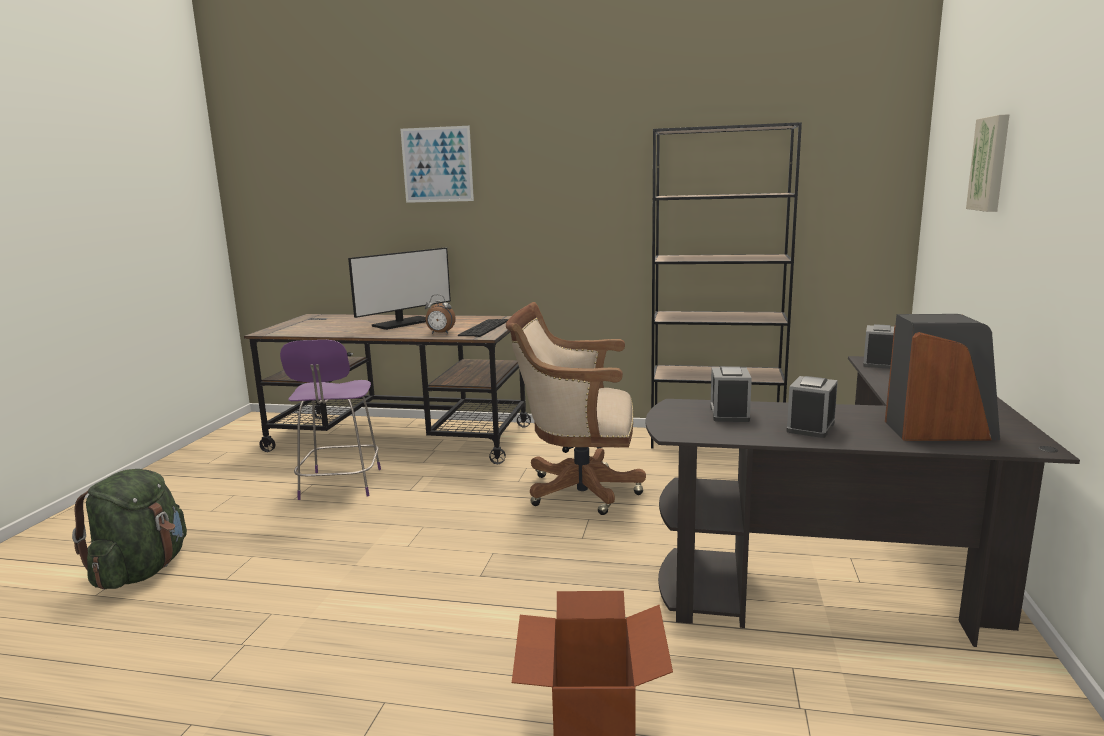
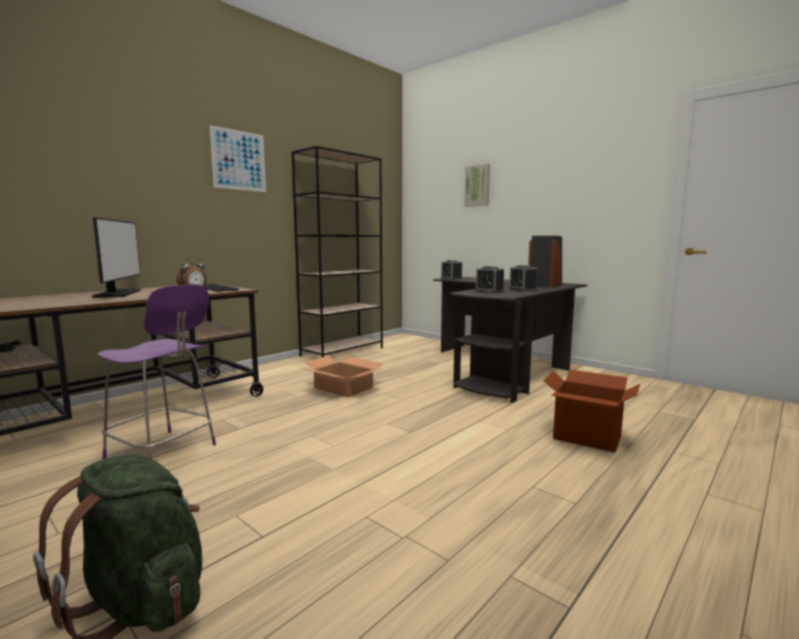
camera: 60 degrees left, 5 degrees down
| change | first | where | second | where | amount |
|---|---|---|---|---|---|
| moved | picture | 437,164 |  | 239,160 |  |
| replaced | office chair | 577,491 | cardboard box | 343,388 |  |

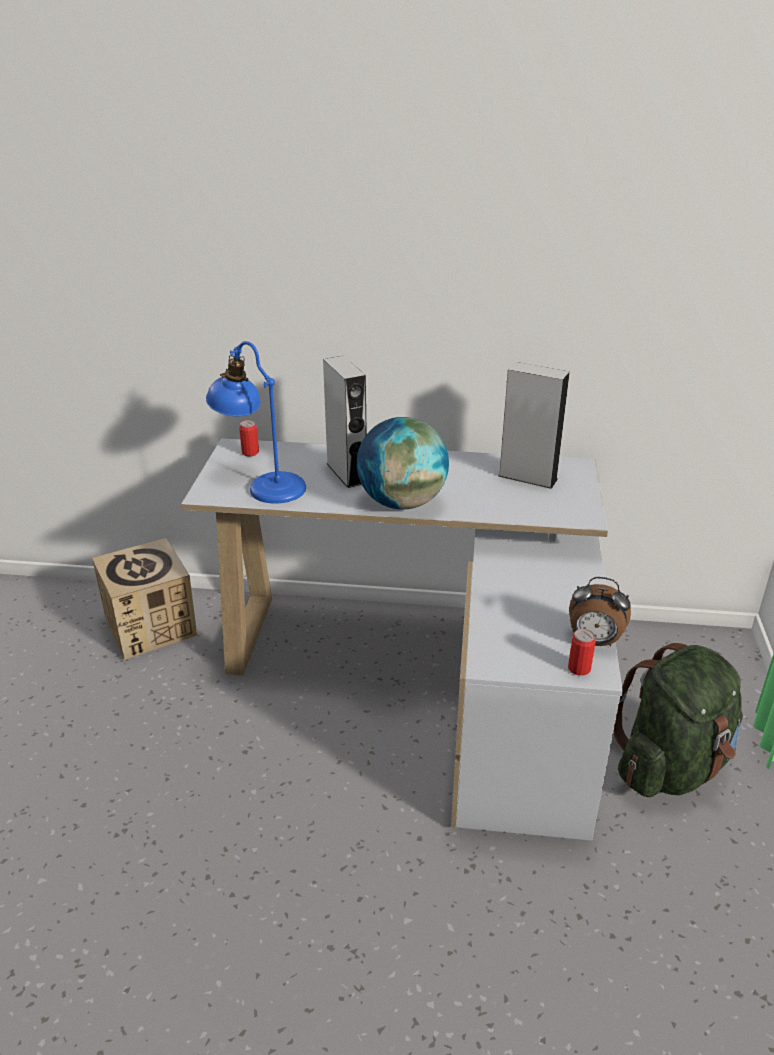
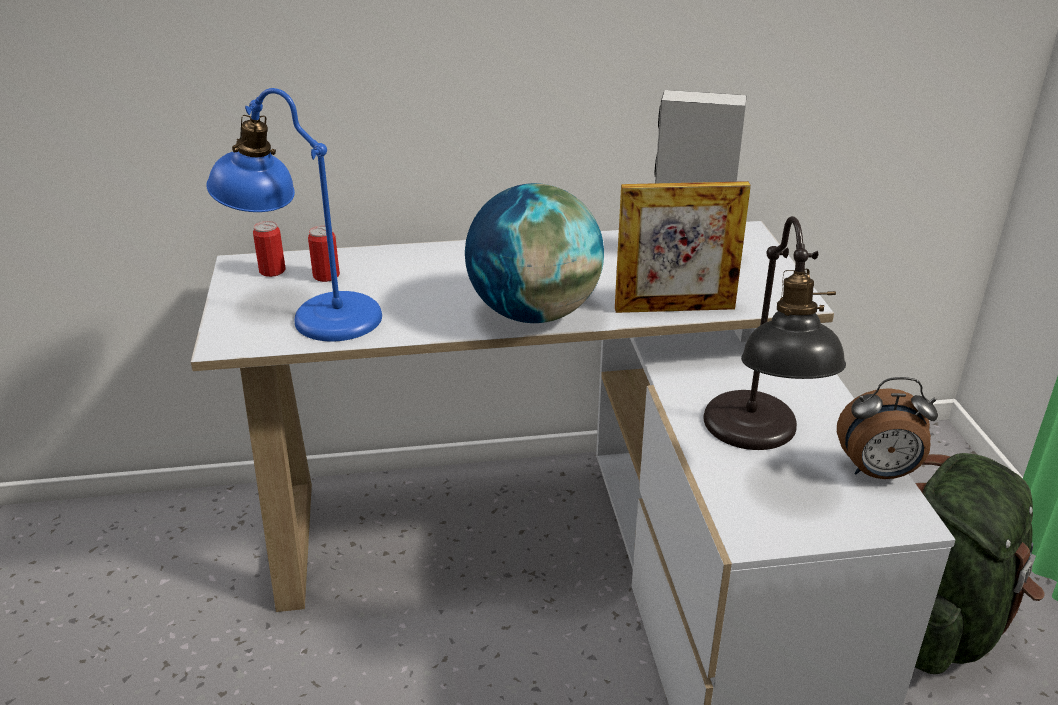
camera: 15 degrees left, 0 degrees up
| change | first | where | second | where | amount |
|---|---|---|---|---|---|
| removed | speaker/grey | 346,473 |  |  |  |
| removed | cardboard box | 151,626 |  |  |  |
| moved | can | 579,668 |  | 326,276 |  |
| added |  |  | picture frame | 674,308 |  |
| added |  |  | table lamp/grey | 761,447 |  |

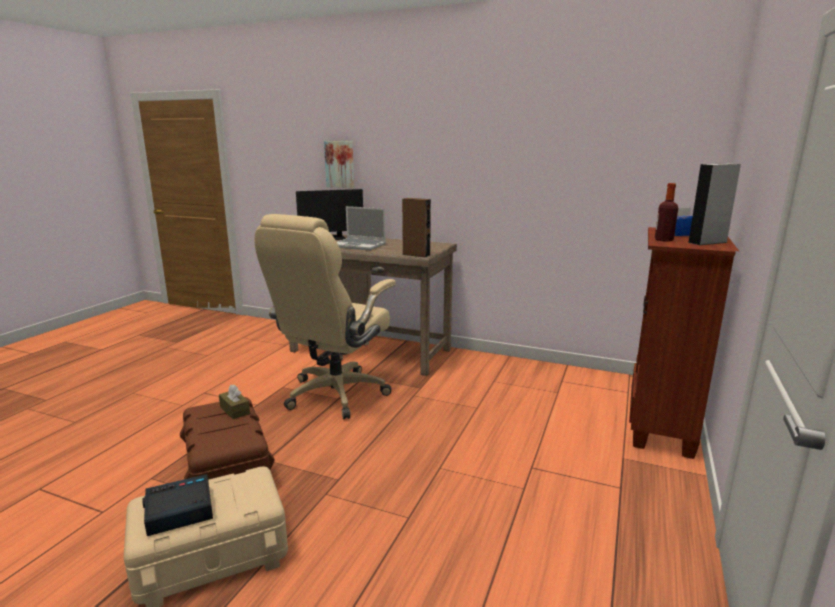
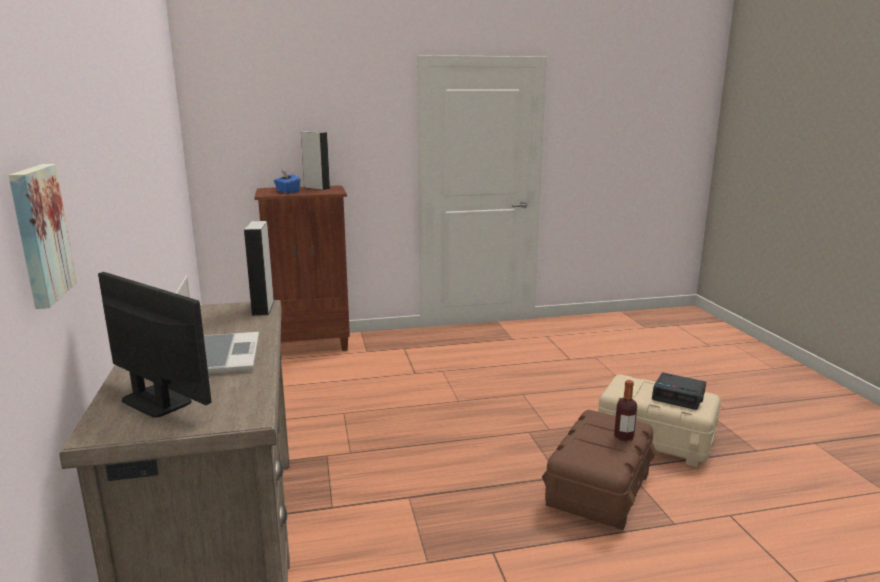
camera: 125 degrees left, 0 degrees up
| change | first | where | second | where | amount |
|---|---|---|---|---|---|
| moved | bottle | 663,240 |  | 623,437 |  |
| recoloured | speaker/brown | 416,255 | speaker/grey | 263,308 |  |
| removed | office chair/beige | 335,395 |  |  |  |
| removed | tissue box/brown | 235,410 |  |  |  |

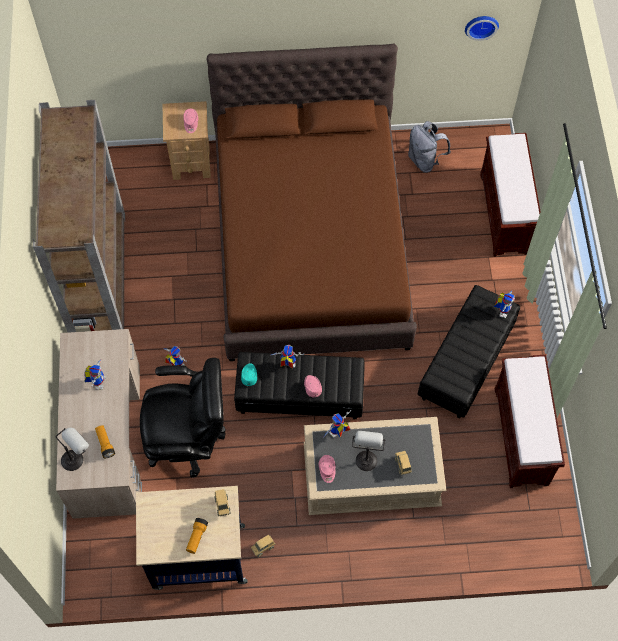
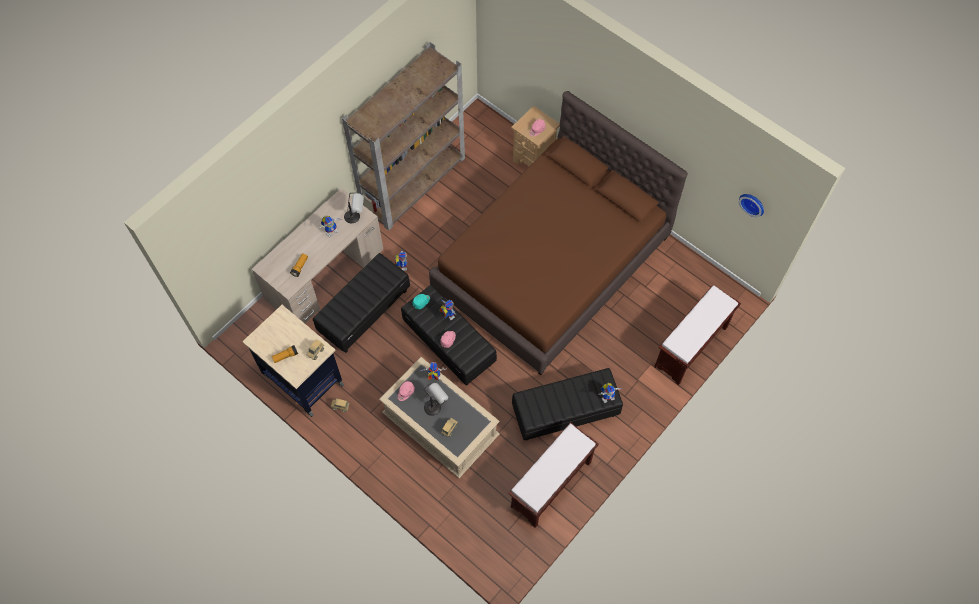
camera: 45 degrees right, 0 degrees up
| change | first | where | second | where | amount |
|---|---|---|---|---|---|
| removed | backpack/grey | 425,160 |  |  |  |
| replaced | office chair/black | 189,440 | ottoman/black | 365,313 |  |
| moved | table lamp | 75,456 |  | 355,216 |  |

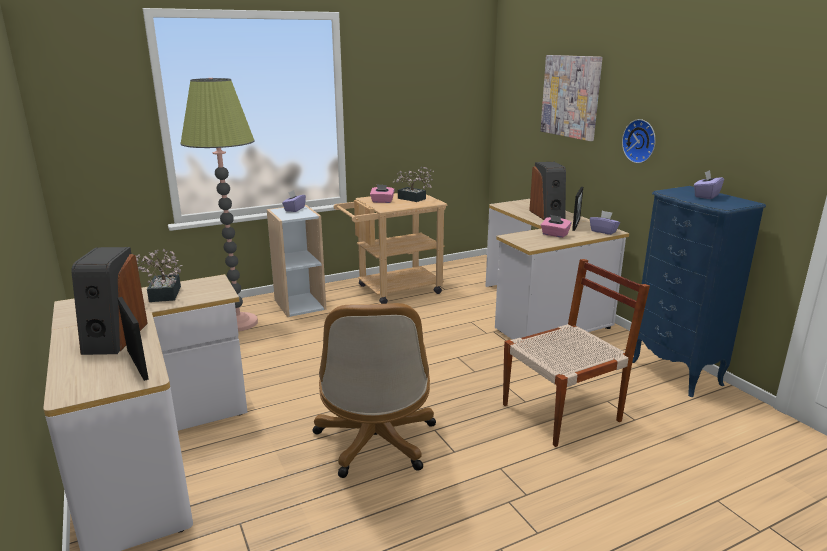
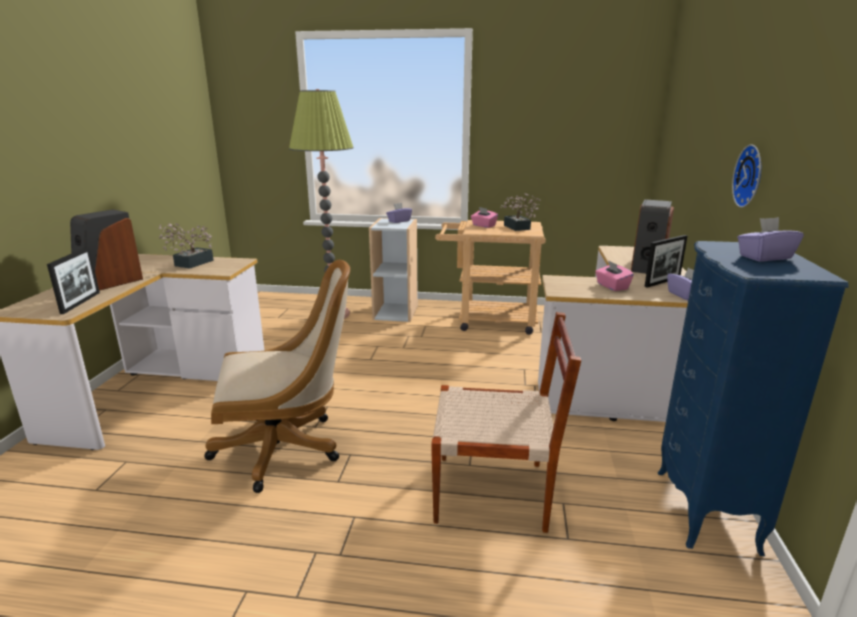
camera: 35 degrees right, 0 degrees up
| change | first | where | second | where | amount |
|---|---|---|---|---|---|
| removed | picture | 571,96 |  |  |  |
| turned | office chair | 376,446 |  | 287,447 | 135 degrees counterclockwise |

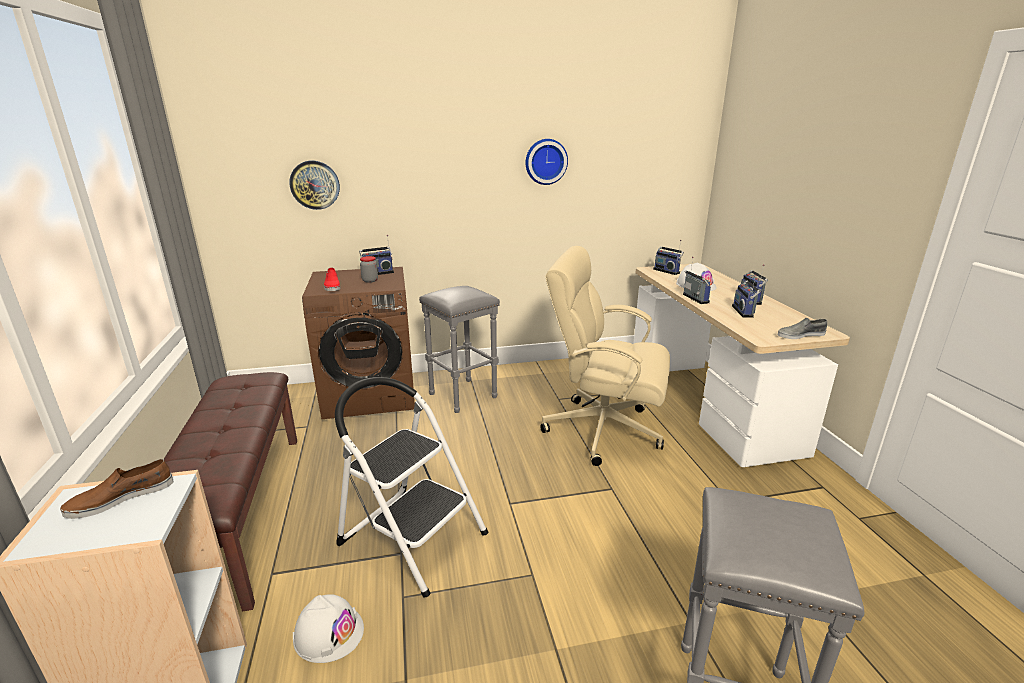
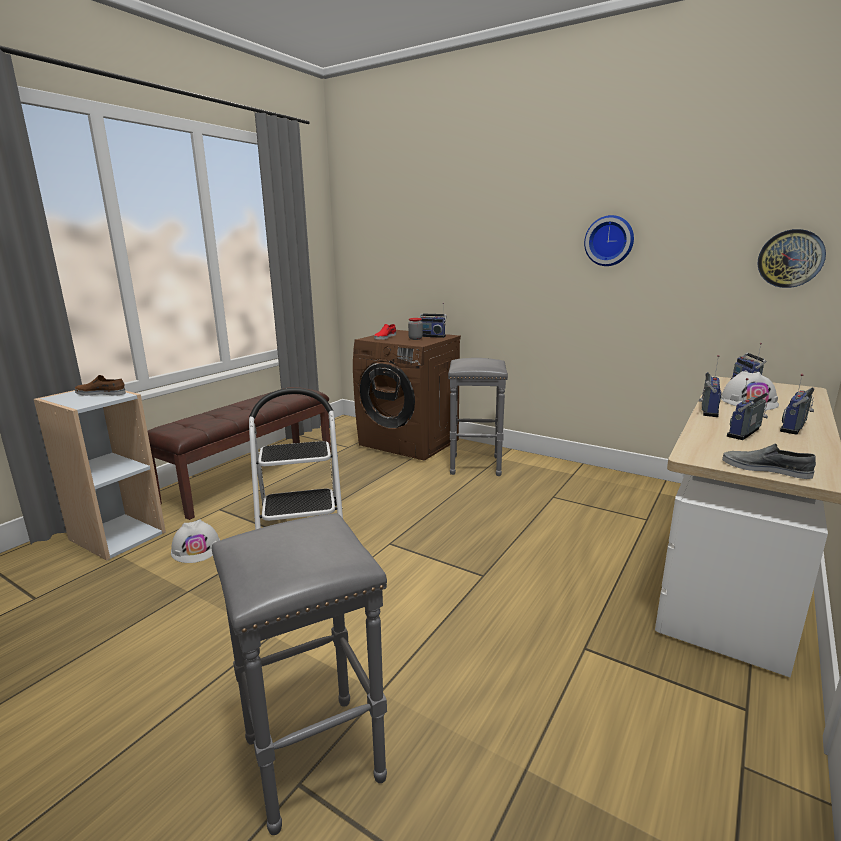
camera: 45 degrees right, 5 degrees down
| change | first | where | second | where | amount |
|---|---|---|---|---|---|
| moved | wall clock | 315,185 |  | 790,258 |  |
| removed | office chair/beige | 603,430 |  |  |  |

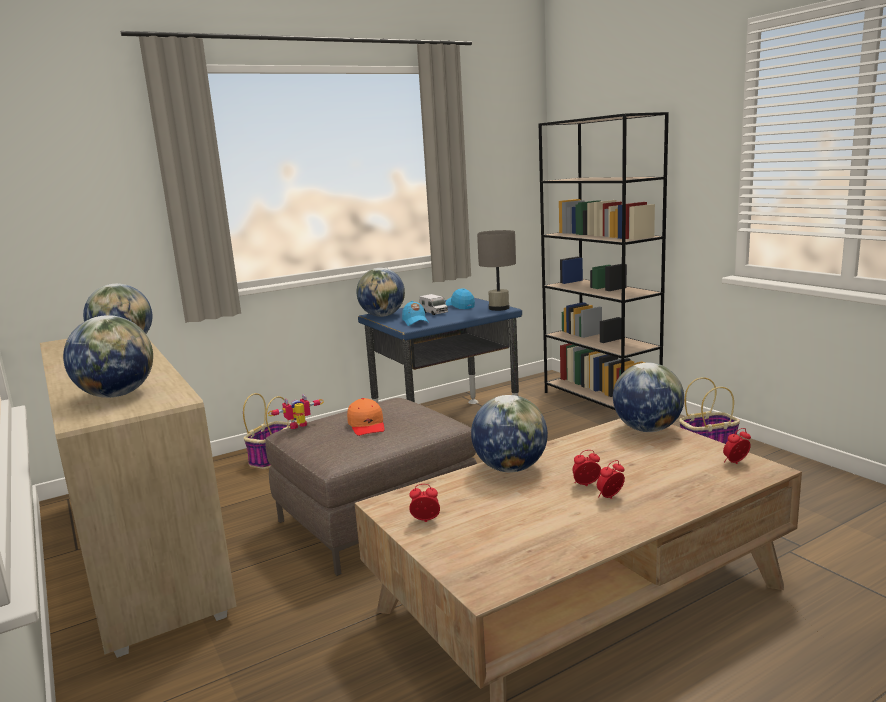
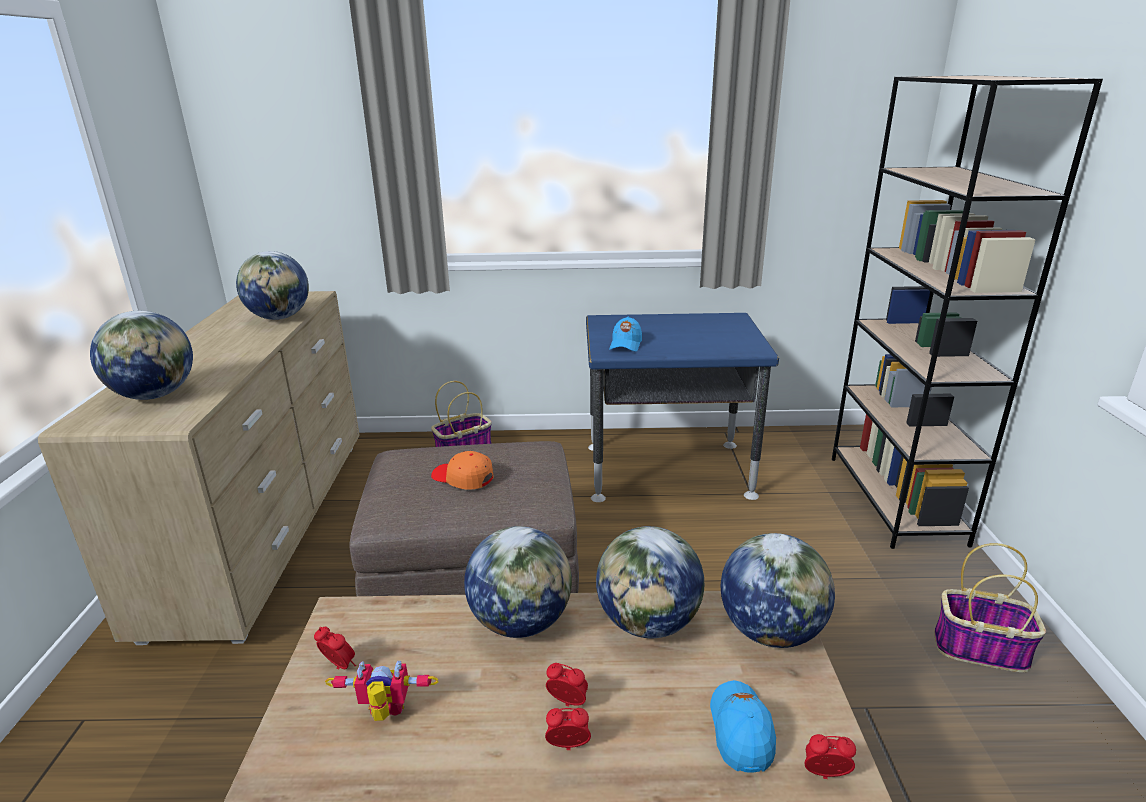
camera: 30 degrees right, 10 degrees up
| change | first | where | second | where | amount |
|---|---|---|---|---|---|
| removed | table lamp/grey | 498,308 |  |  |  |
| moved | globe | 383,316 |  | 648,623 |  |
| moved | cap/blue | 460,306 |  | 741,731 |  |
| removed | toy truck | 434,312 |  |  |  |
| moved | toy robot | 299,427 |  | 385,714 |  |
| turned | cap/orange | 367,425 |  | 463,478 | 105 degrees clockwise |

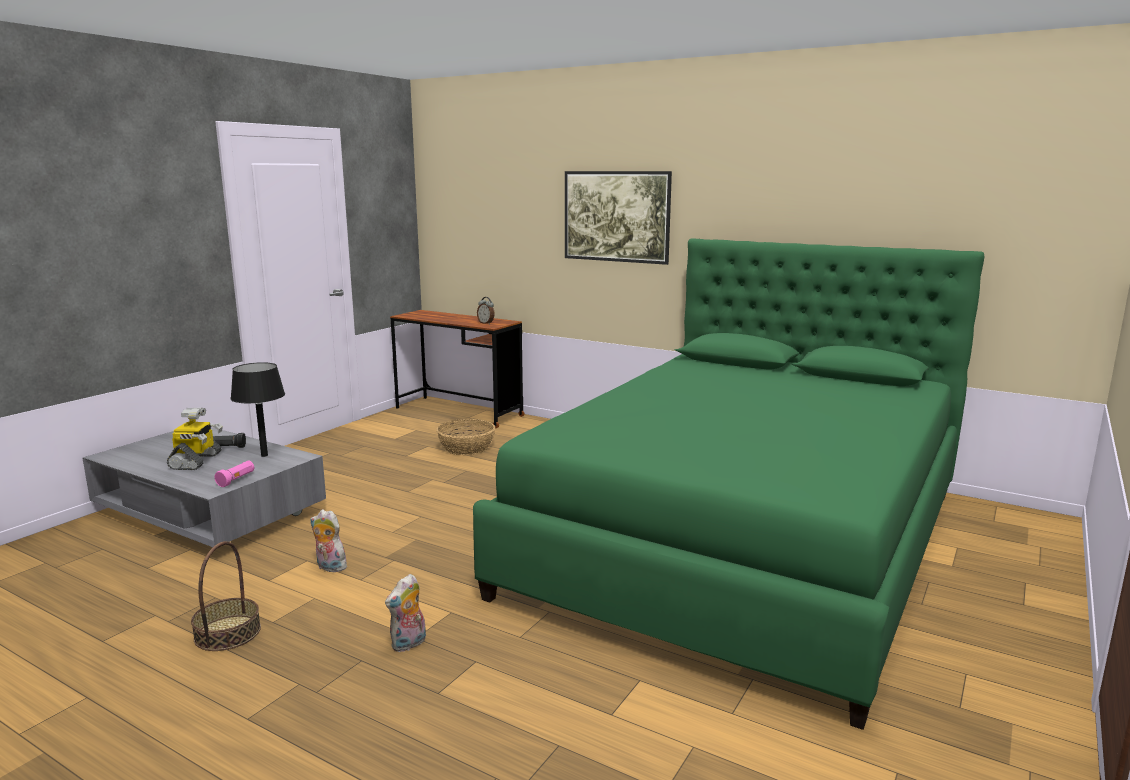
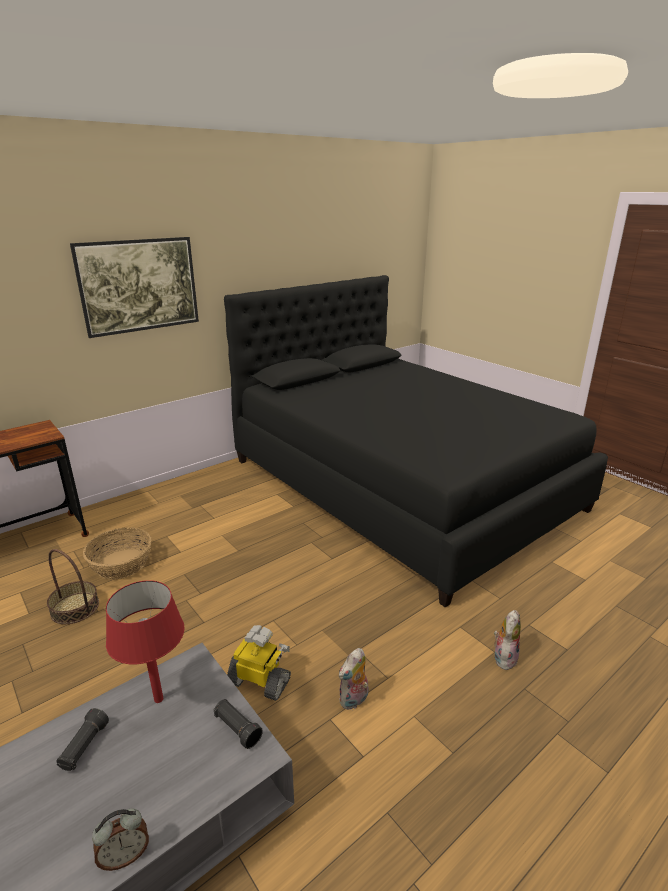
camera: 70 degrees left, 10 degrees up
| change | first | where | second | where | amount |
|---|---|---|---|---|---|
| recoloured | bed/green | 746,541 | bed/black | 400,483 |  |
| moved | alarm clock | 486,323 |  | 125,855 |  |
| recoloured | table lamp/black | 264,455 | table lamp/red | 158,699 |  |
| moved | toy robot | 196,461 |  | 260,681 |  |
| recoloured | flashlight/pink | 236,480 | flashlight/black | 237,729 |  |
| moved | basket | 228,633 |  | 75,608 |  |
| turned | plush toy | 409,644 |  | 504,657 | 120 degrees counterclockwise |

